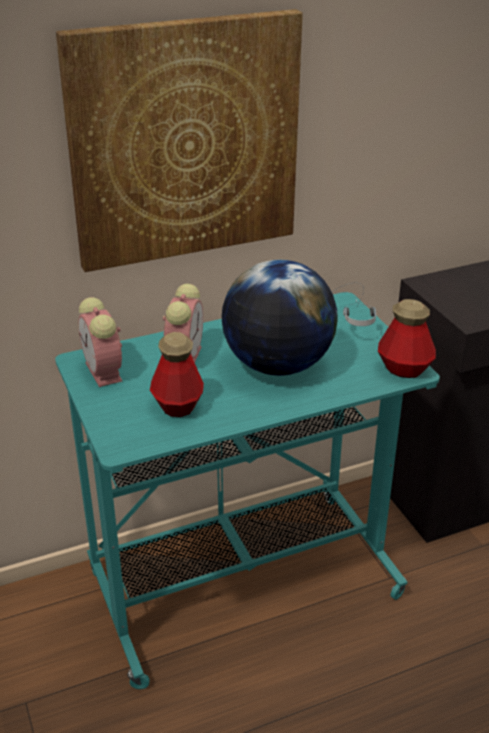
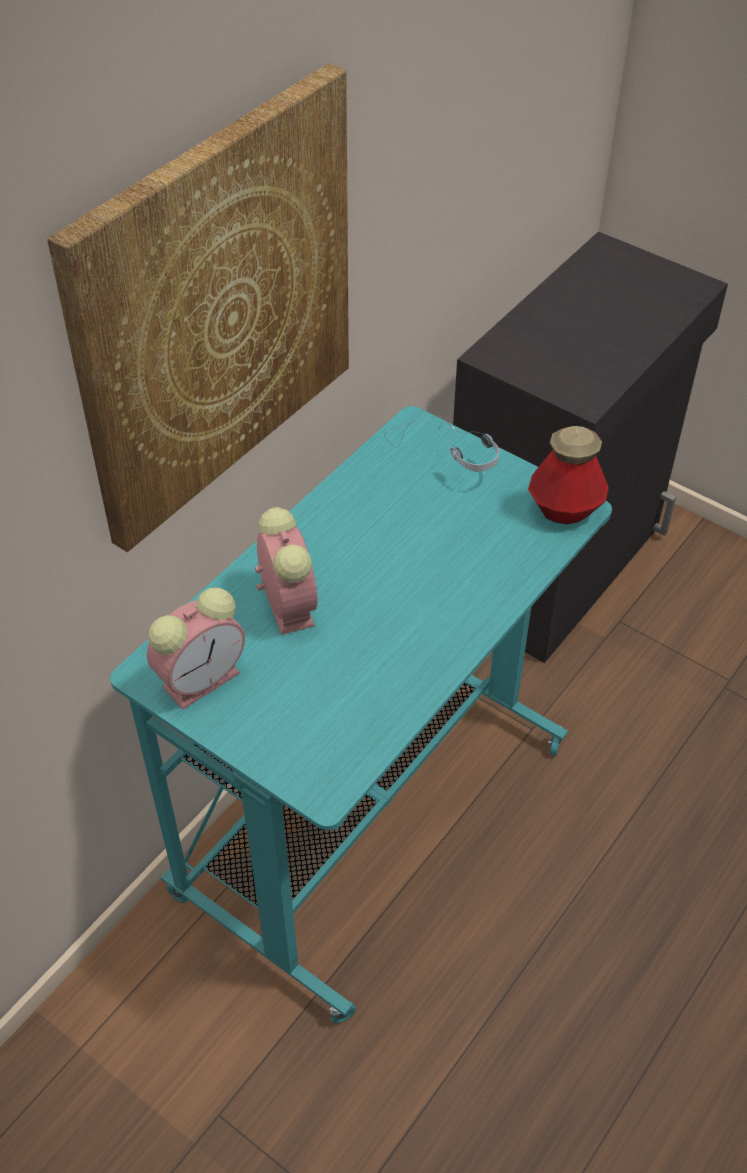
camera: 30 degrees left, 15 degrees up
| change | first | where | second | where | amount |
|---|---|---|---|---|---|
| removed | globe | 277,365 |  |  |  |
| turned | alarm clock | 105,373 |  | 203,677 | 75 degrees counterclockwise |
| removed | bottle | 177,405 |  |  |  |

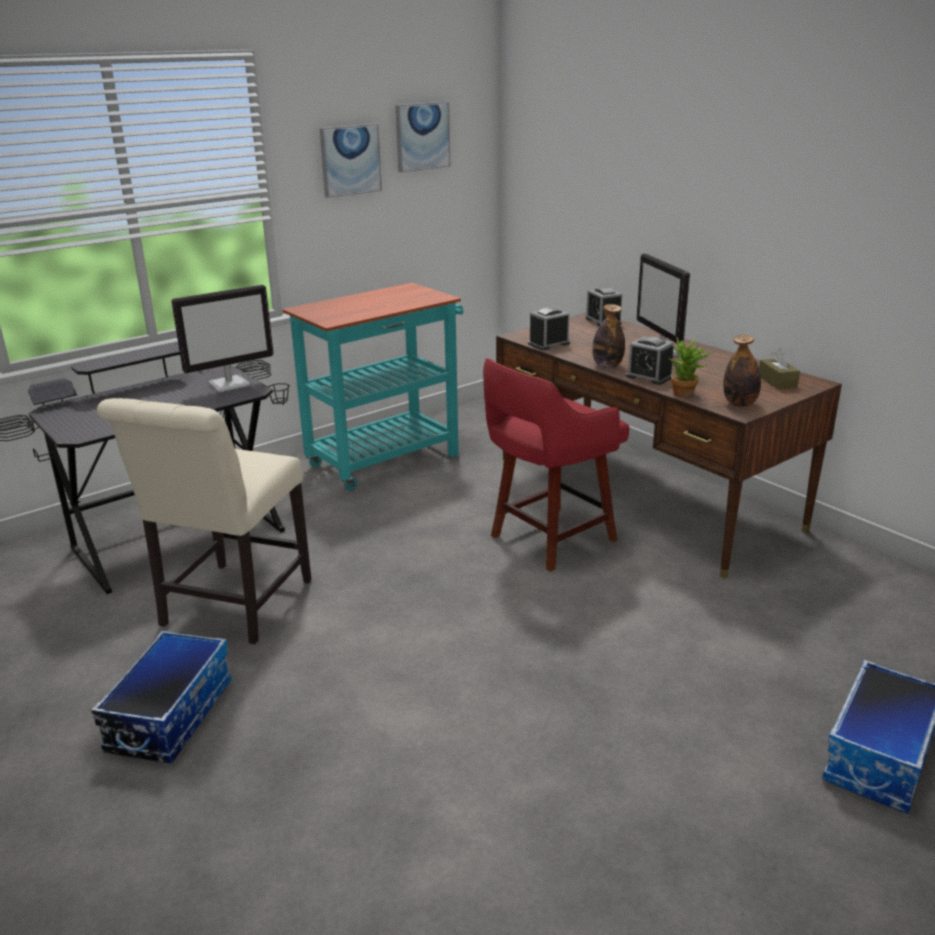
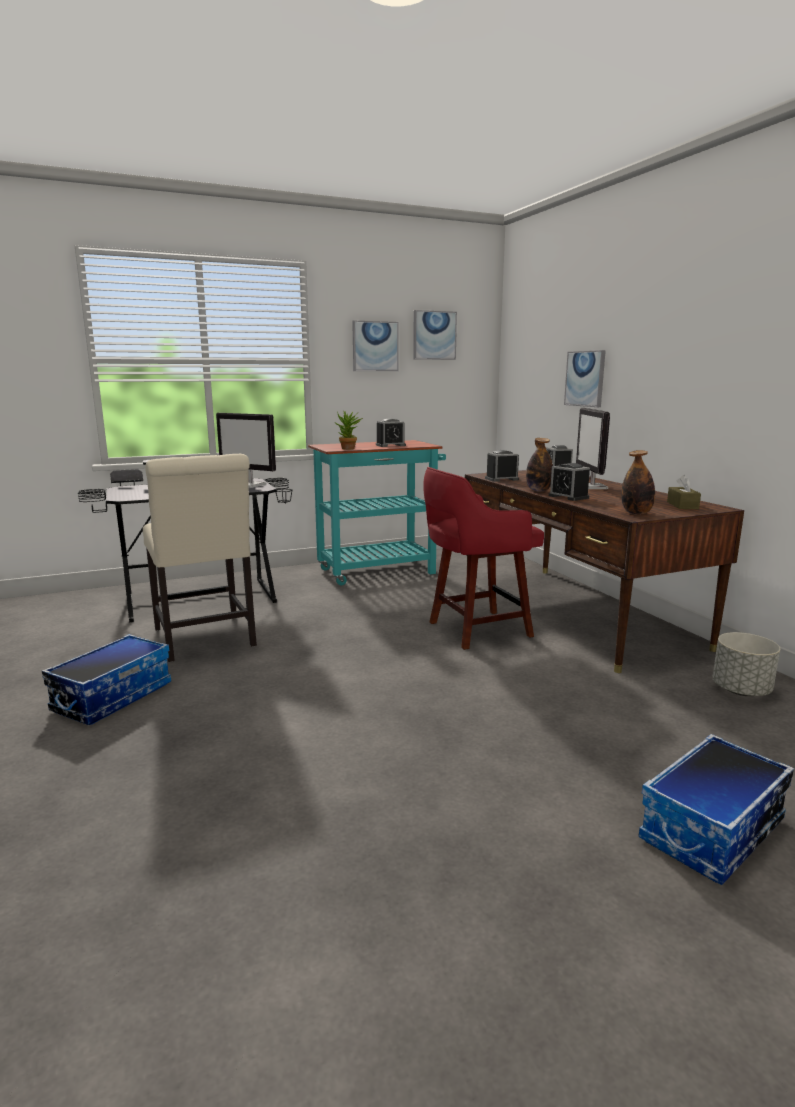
camera: 15 degrees right, 10 degrees down
| change | first | where | second | where | amount |
|---|---|---|---|---|---|
| turned | monitor | 230,384 |  | 250,485 | 45 degrees clockwise |
| moved | potted plant | 686,395 |  | 348,449 |  |
| turned | chair/beige | 230,608 |  | 205,640 | 60 degrees counterclockwise |
| added |  |  | picture | 585,378 |  |
| added |  |  | alarm clock | 390,445 |  |
| added |  |  | planter/grey | 740,690 |  |

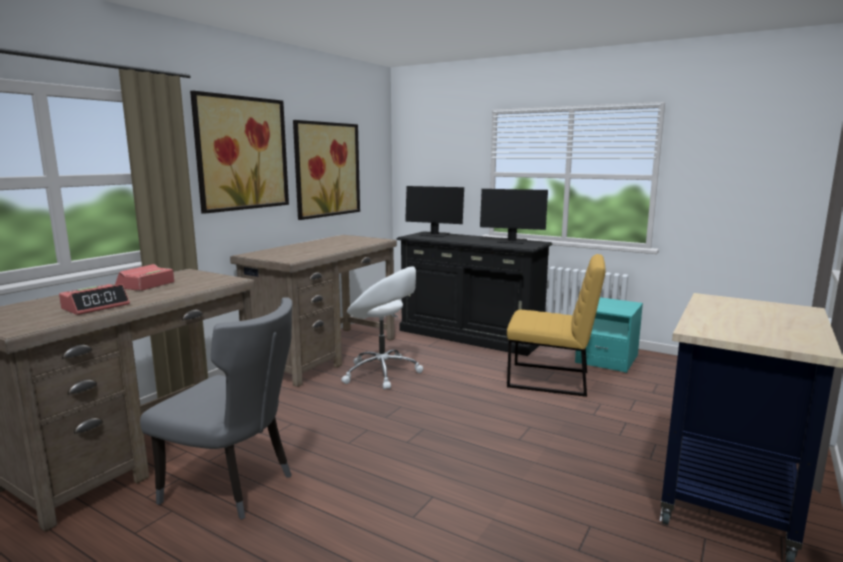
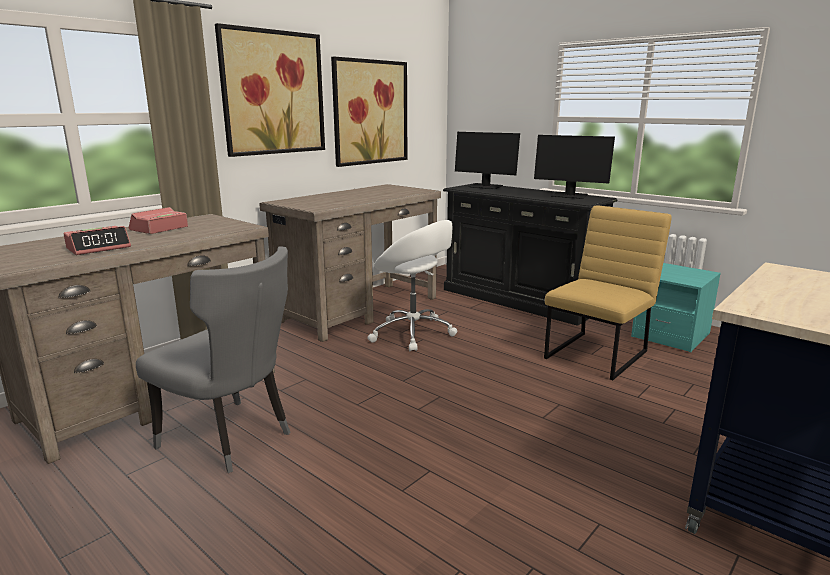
camera: 10 degrees right, 5 degrees up
| change | first | where | second | where | amount |
|---|---|---|---|---|---|
| turned | chair/yellow | 551,380 |  | 598,354 | 75 degrees counterclockwise |

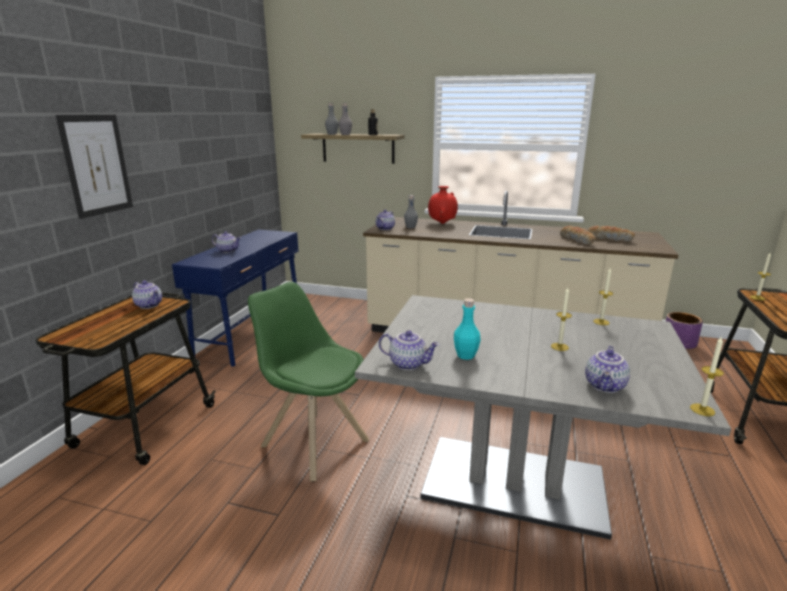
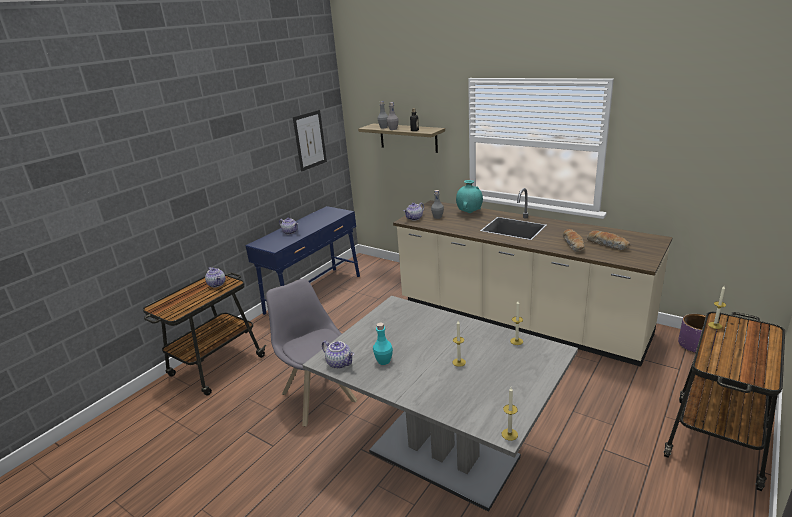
camera: 20 degrees right, 5 degrees up
| change | first | where | second | where | amount |
|---|---|---|---|---|---|
| moved | picture | 97,165 |  | 310,140 |  |
| recoloured | vase/red | 442,223 | vase/turquoise | 469,213 |  |
| recoloured | chair/green | 314,443 | chair/grey | 318,397 |  |
| removed | teapot | 606,386 |  |  |  |

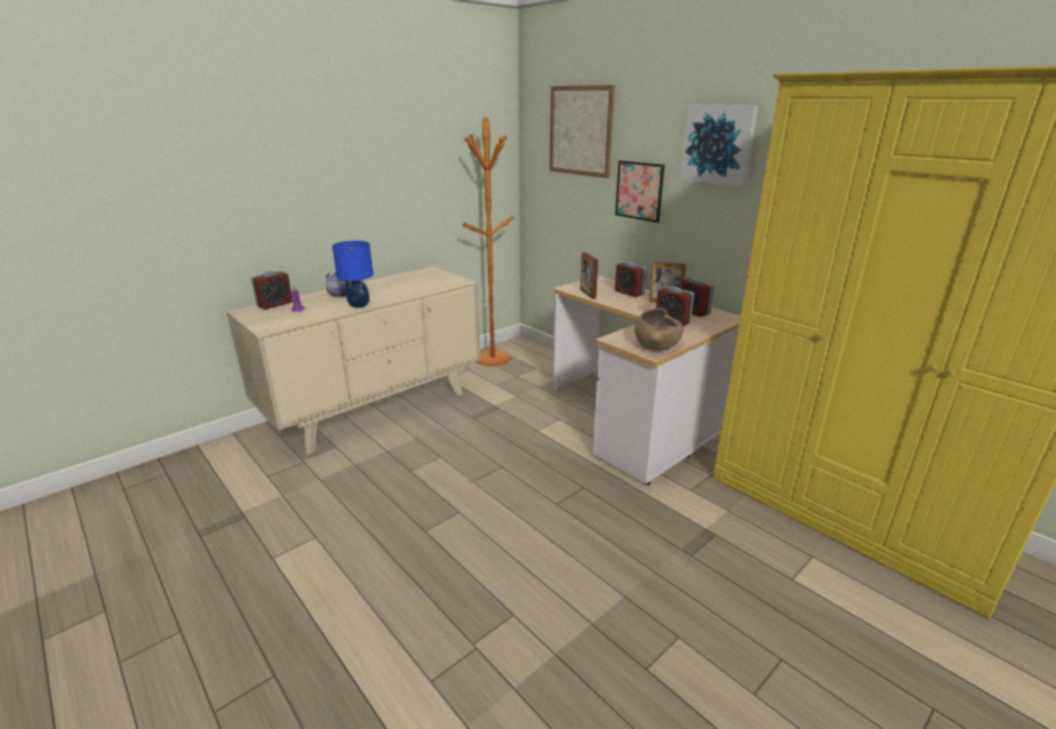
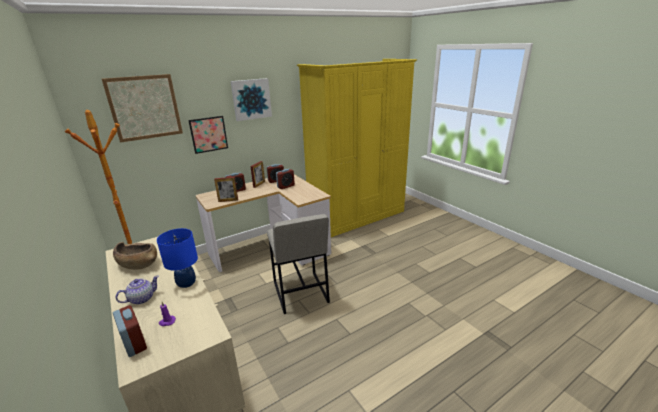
camera: 80 degrees left, 0 degrees up
| change | first | where | second | where | amount |
|---|---|---|---|---|---|
| moved | bowl/brown | 656,343 |  | 138,263 |  |
| added |  |  | chair/grey | 301,293 |  |

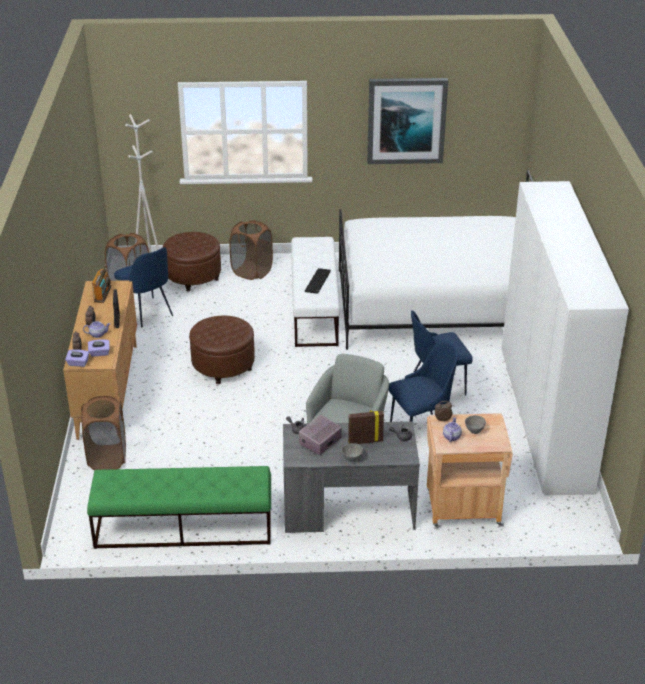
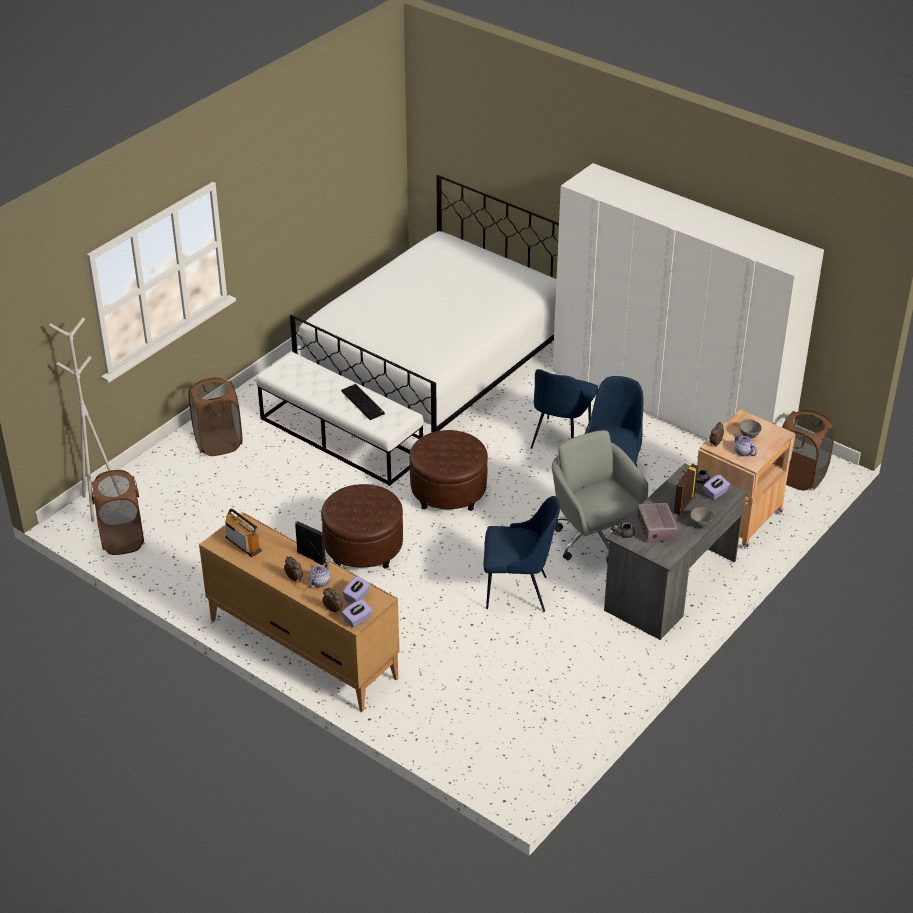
camera: 50 degrees left, 5 degrees up
| change | first | where | second | where | amount |
|---|---|---|---|---|---|
| removed | picture | 406,120 |  |  |  |
| moved | ottoman/brown | 193,277 |  | 448,493 |  |
| moved | chair/blue | 147,312 |  | 517,592 |  |
| moved | laundry basket/brown | 107,458 |  | 800,476 |  |
| removed | bench/green | 183,527 |  |  |  |
| added |  |  | tissue box/purple | 715,493 |  |

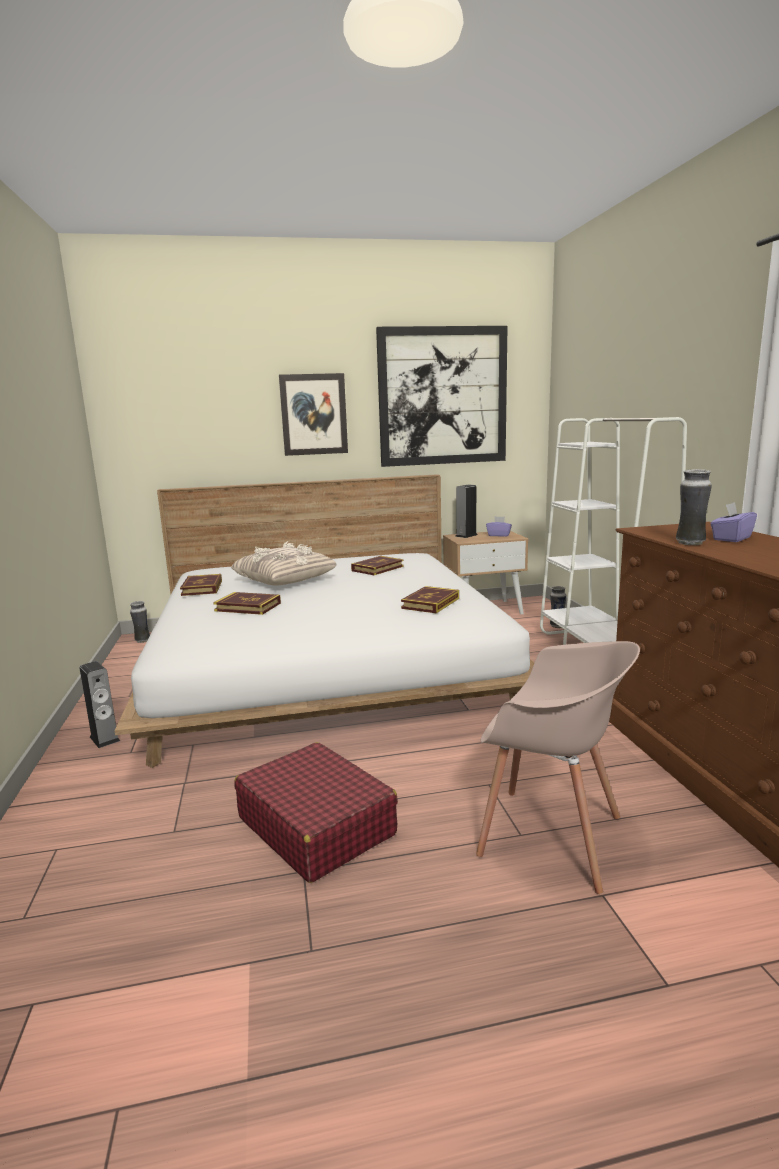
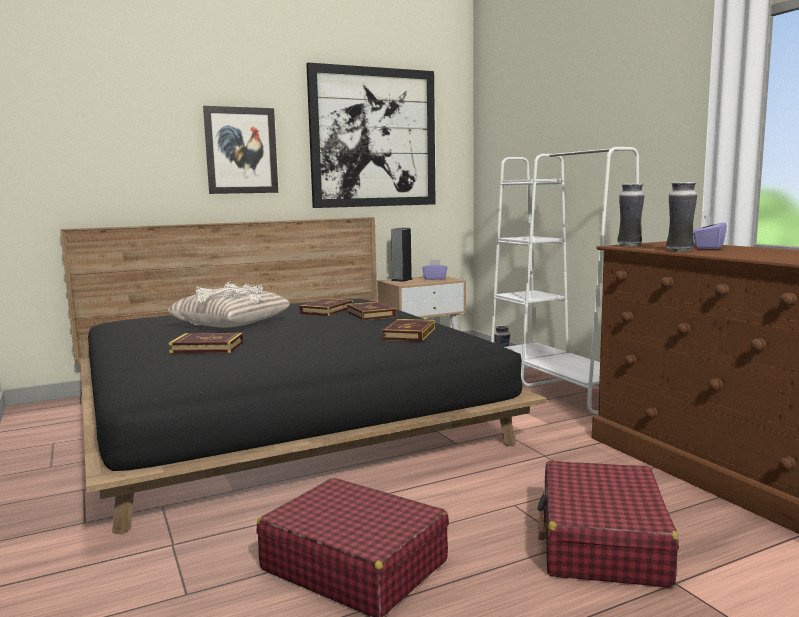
camera: 15 degrees left, 5 degrees down
| change | first | where | second | where | amount |
|---|---|---|---|---|---|
| recoloured | bed/white | 327,669 | bed/black | 284,420 |  |
| moved | book | 202,588 |  | 370,314 |  |
| moved | vase | 142,641 |  | 629,245 |  |
| replaced | chair/beige | 552,838 | suitcase/red | 602,542 |  |
| removed | speaker | 104,739 |  |  |  |

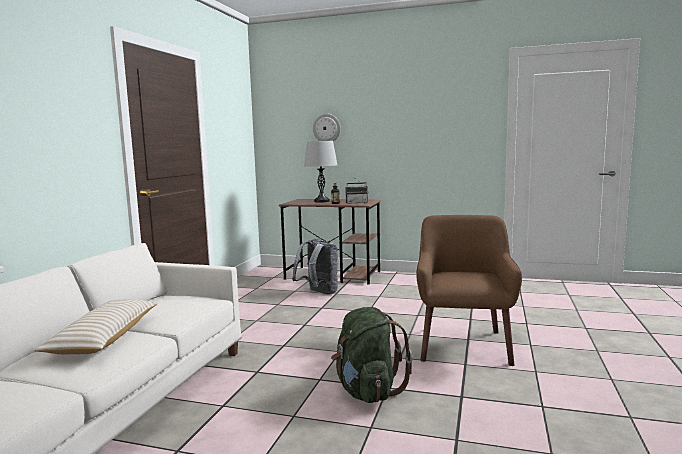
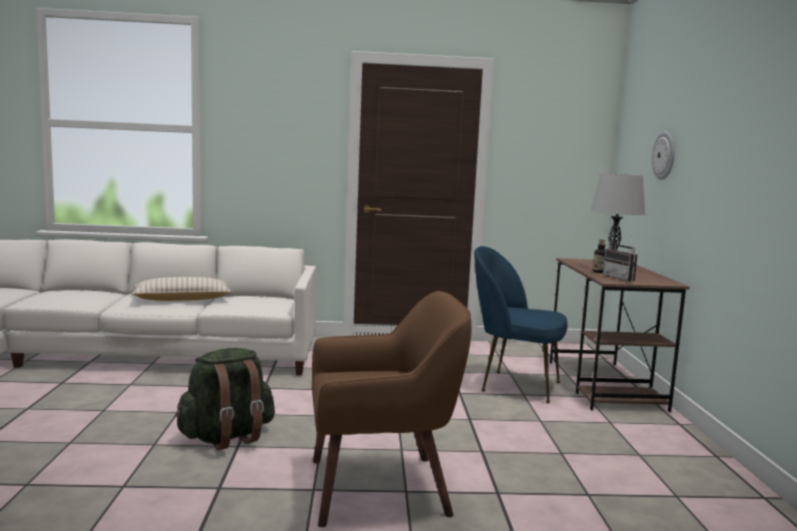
camera: 70 degrees right, 0 degrees up
| change | first | where | second | where | amount |
|---|---|---|---|---|---|
| replaced | backpack/grey | 318,293 | chair/blue | 513,385 |  |

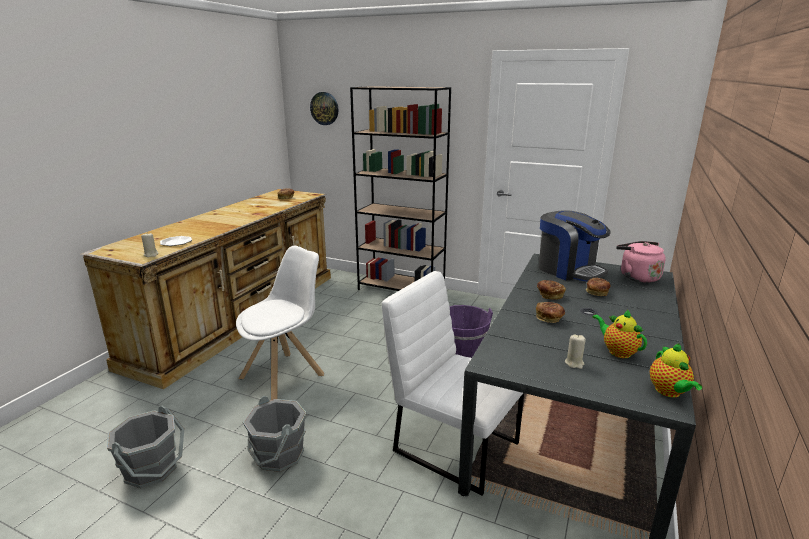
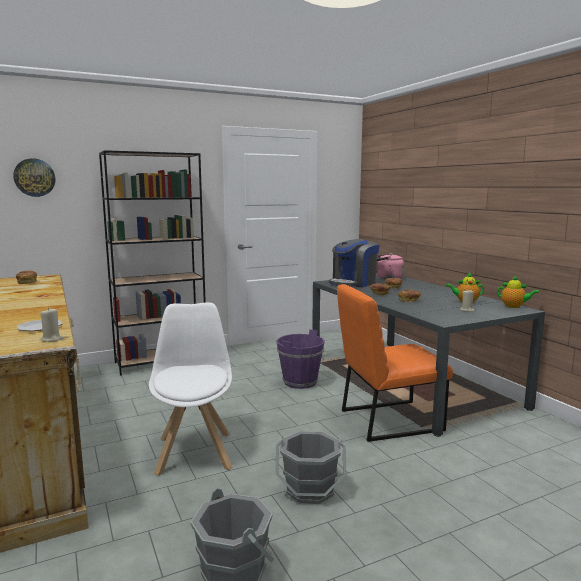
camera: 50 degrees left, 10 degrees down
| change | first | where | second | where | amount |
|---|---|---|---|---|---|
| turned | coffee machine | 569,270 |  | 353,283 | 135 degrees clockwise |
| recoloured | chair/white | 453,444 | chair/orange | 388,420 |  |

